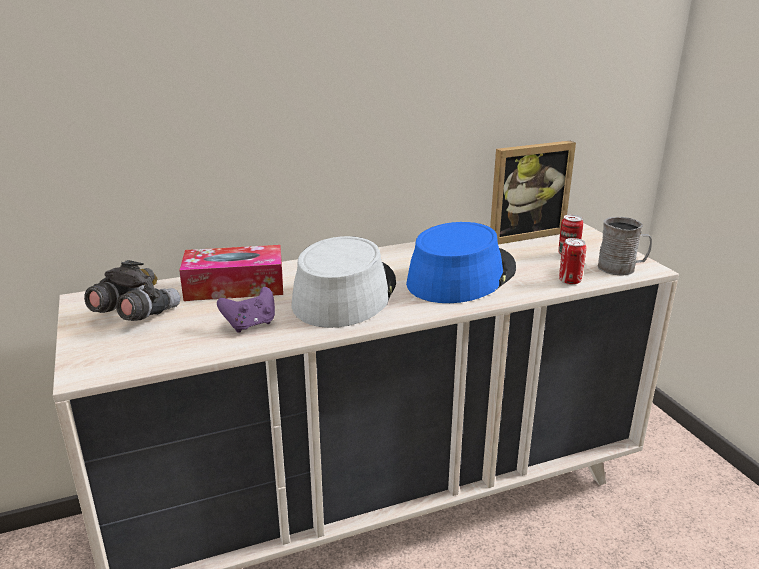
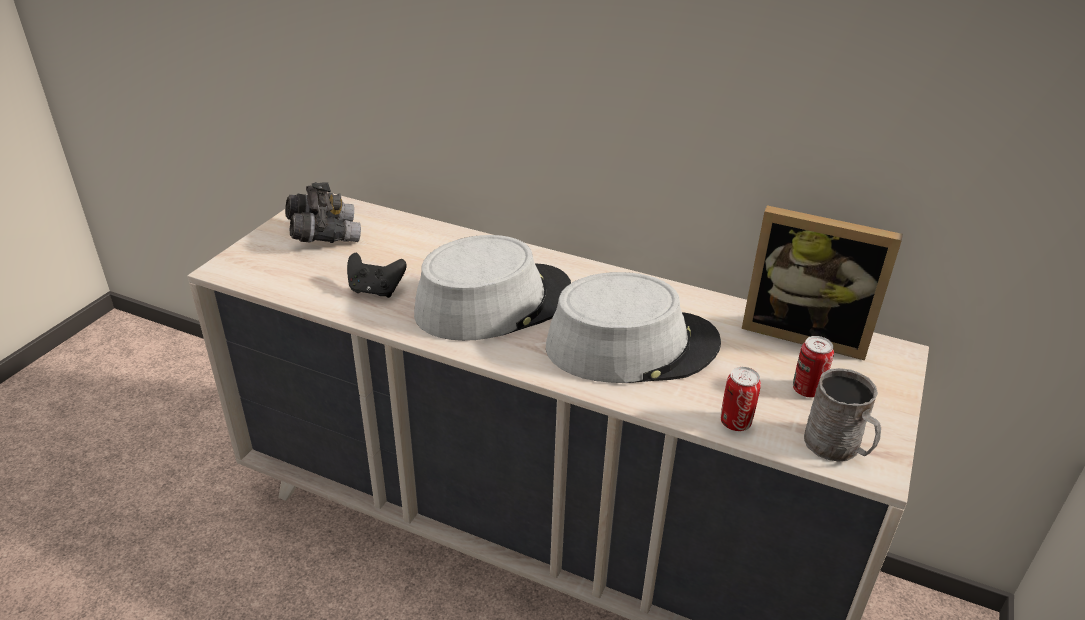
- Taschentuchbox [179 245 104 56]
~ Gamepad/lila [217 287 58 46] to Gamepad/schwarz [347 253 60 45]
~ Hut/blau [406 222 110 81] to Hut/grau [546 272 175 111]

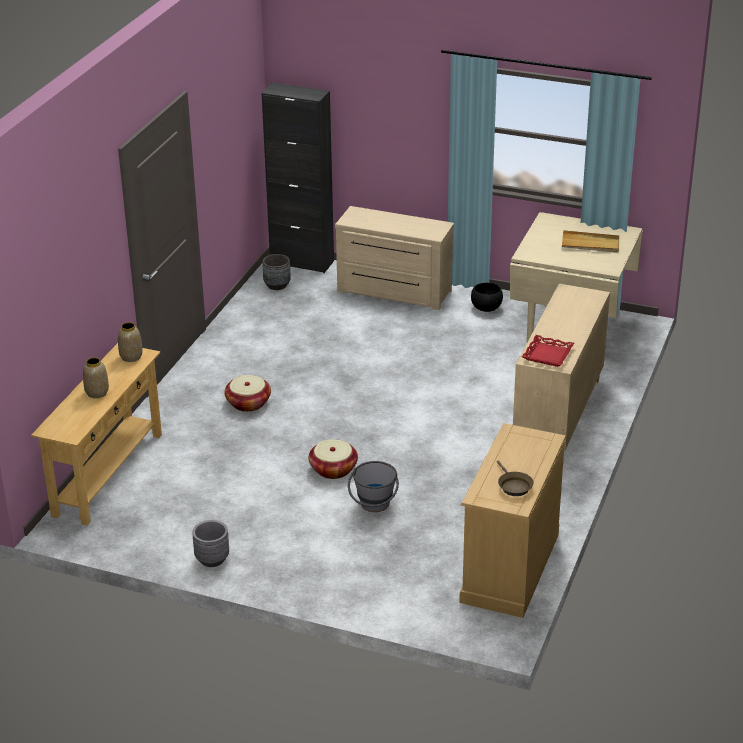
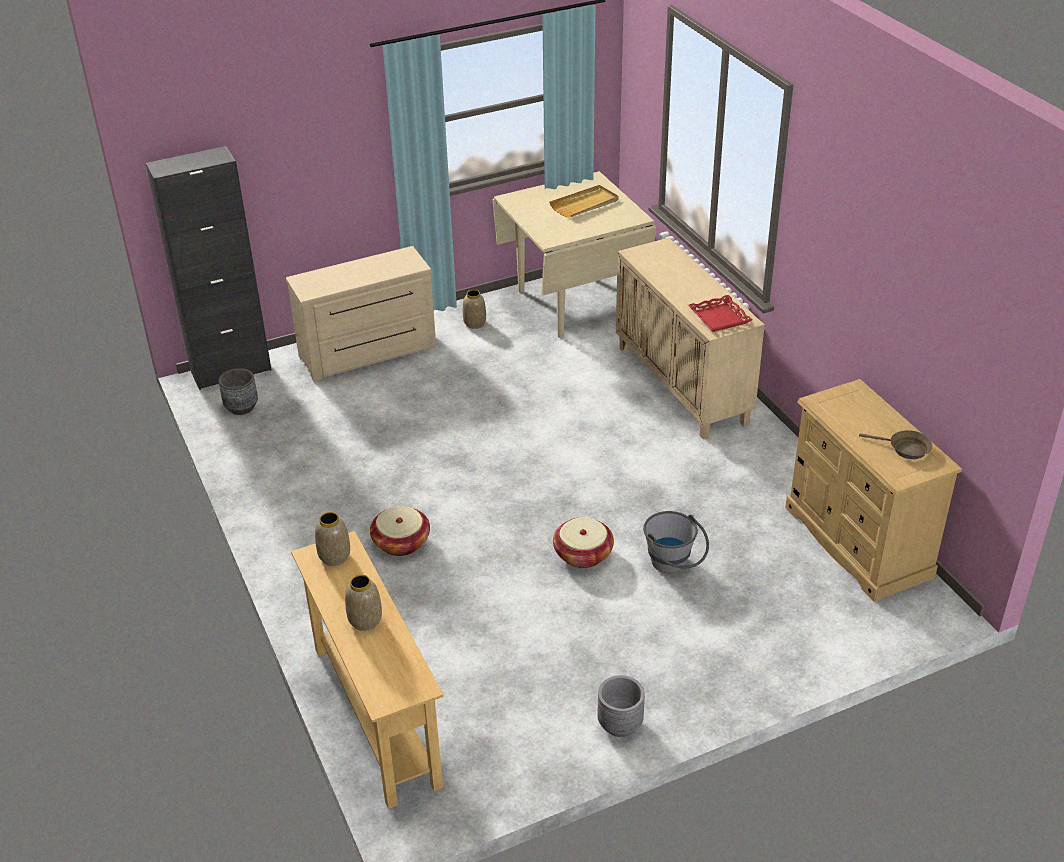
~ Schüssel/schwarz [471 283 32 29] to Vase [463 290 23 39]

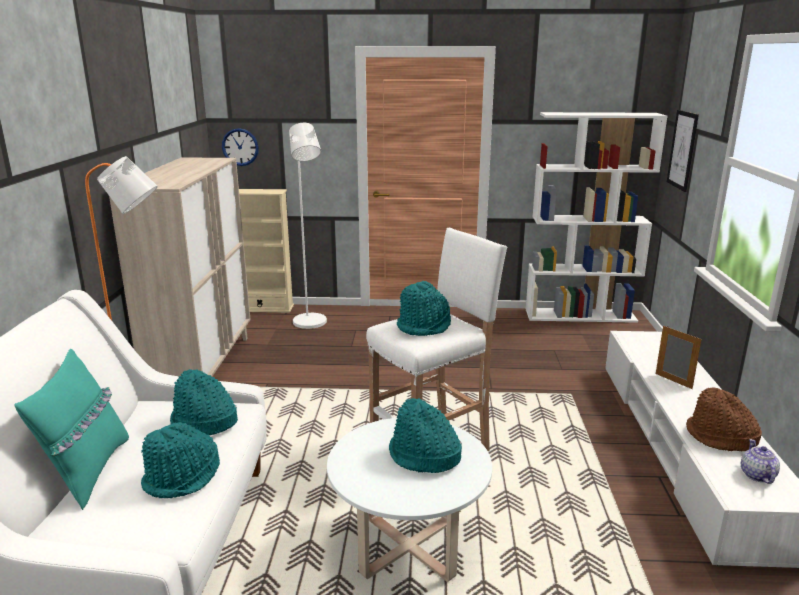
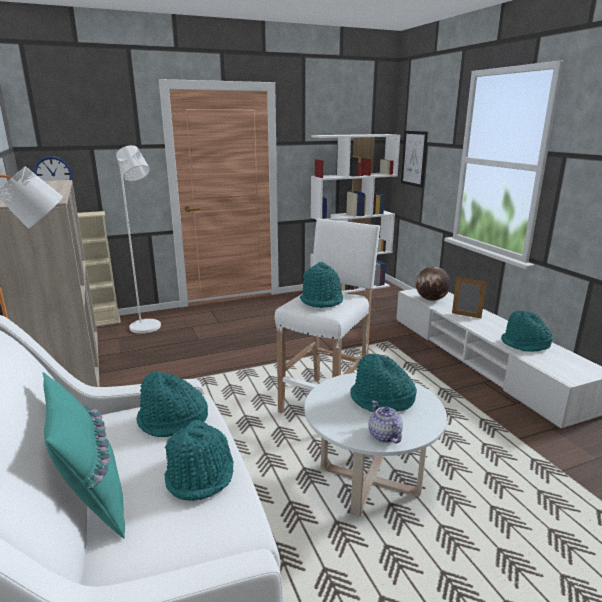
~ Hut/braun [686 387 76 64] to Hut/türkis [501 310 52 42]
~ Teekanne [741 439 39 45] to [368 401 35 42]
+ Globus [416 267 35 34]

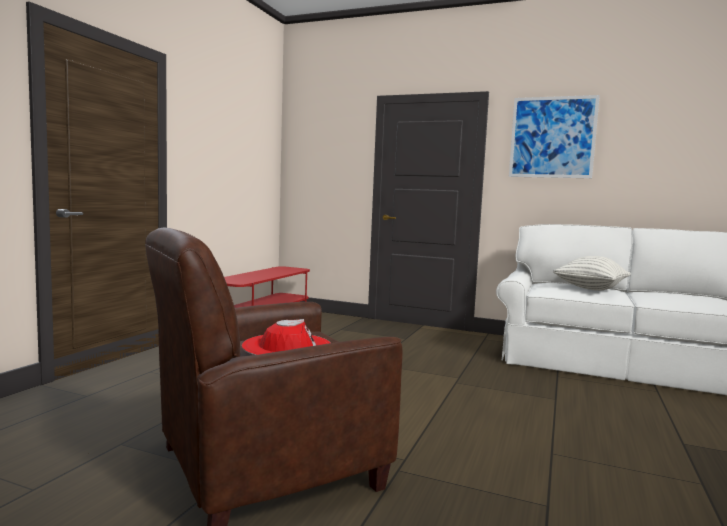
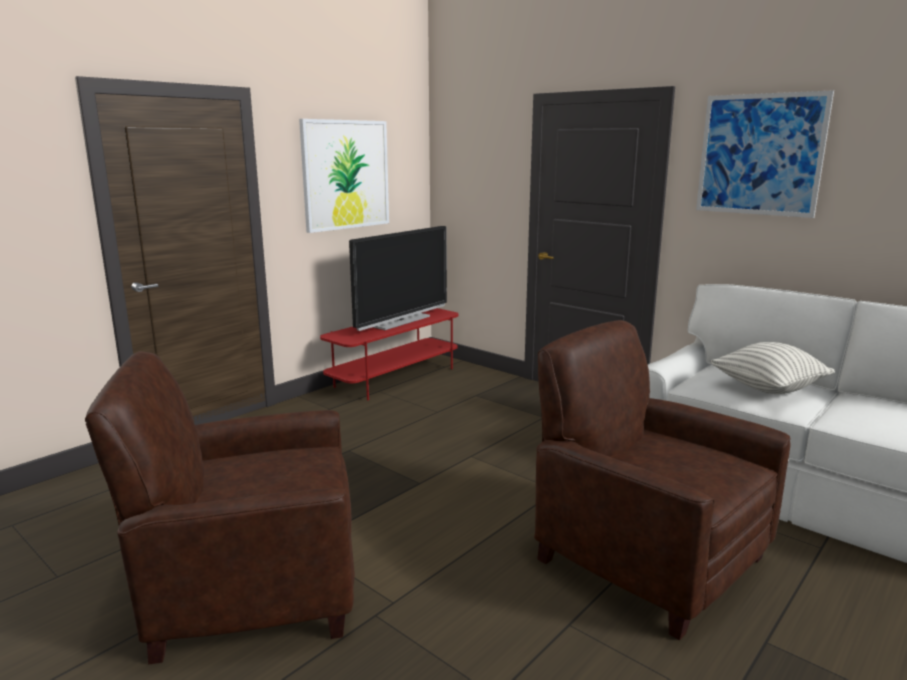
- Hut/rot [242 319 88 36]
+ Bild [299 119 90 114]
+ Fernseher [349 226 98 105]
+ Sessel/braun [534 320 256 320]

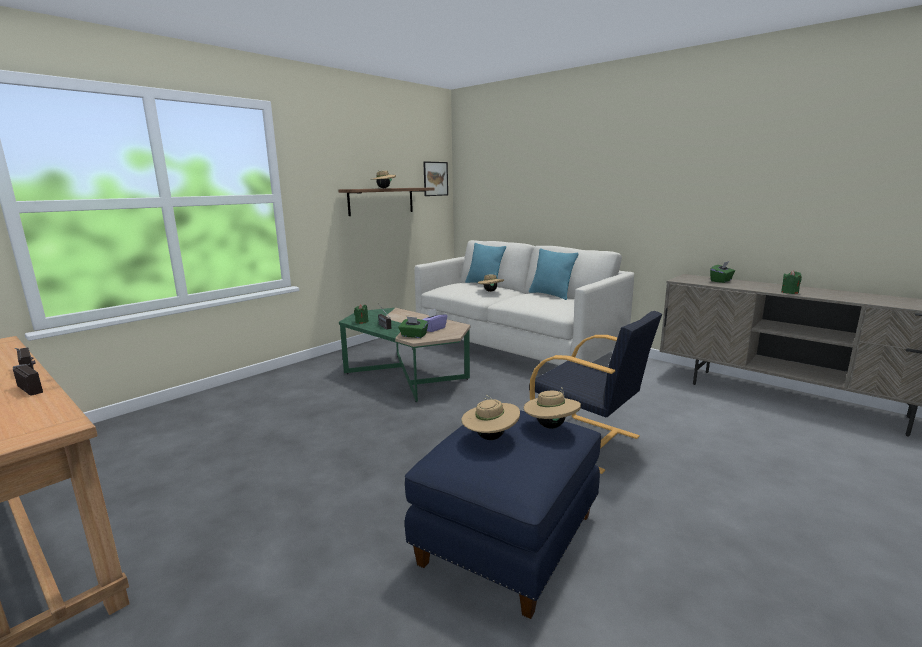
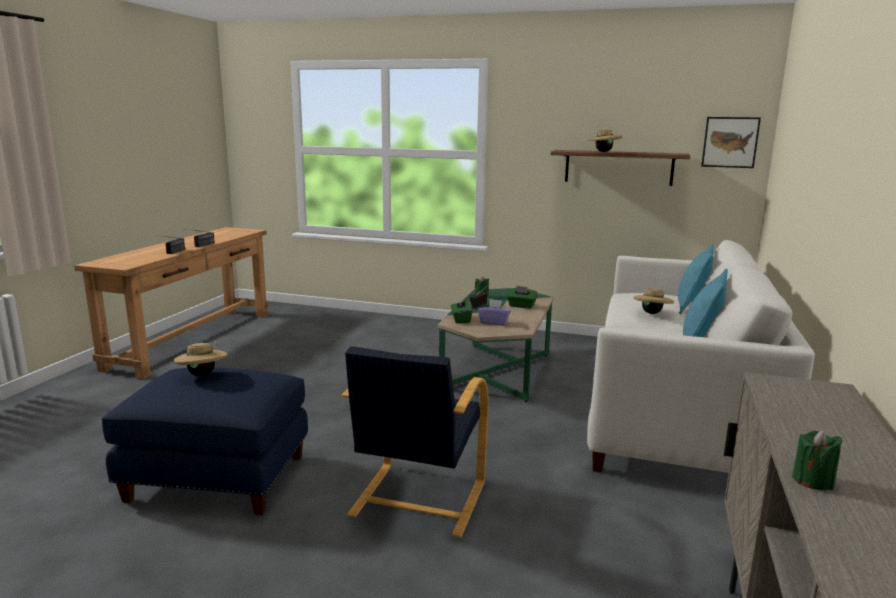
- Hut/beige [524 387 57 42]
~ Taschentuchbox/grün [710 261 25 22] to [507 286 31 23]

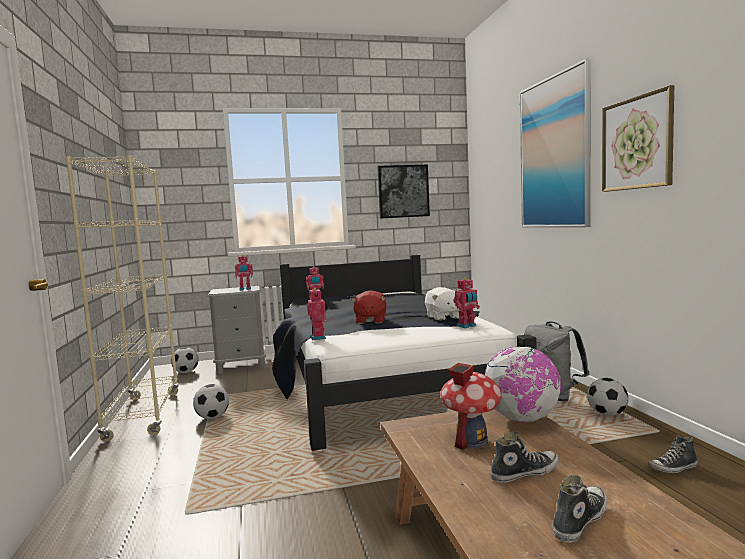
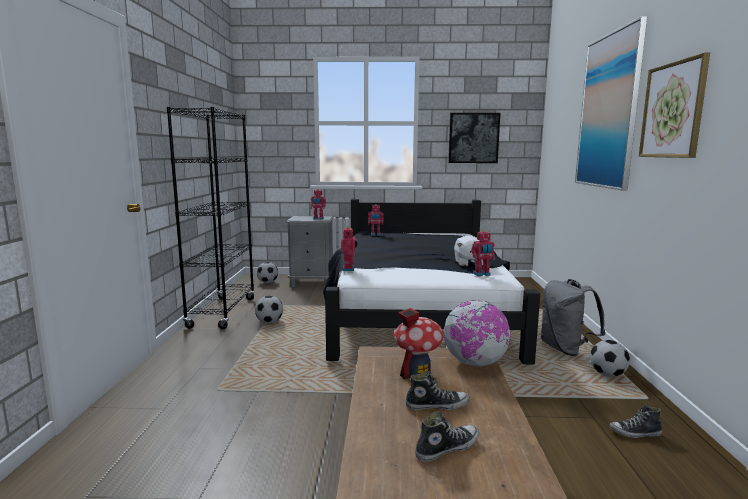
~ Bücherregal/beige [66 155 113 287] to Bücherregal/schwarz [167 107 88 222]
- Plüschtier/rot [351 290 35 34]

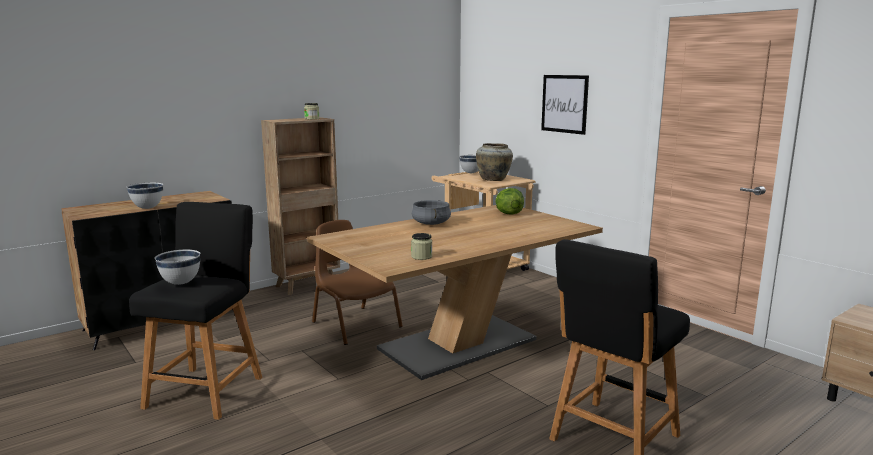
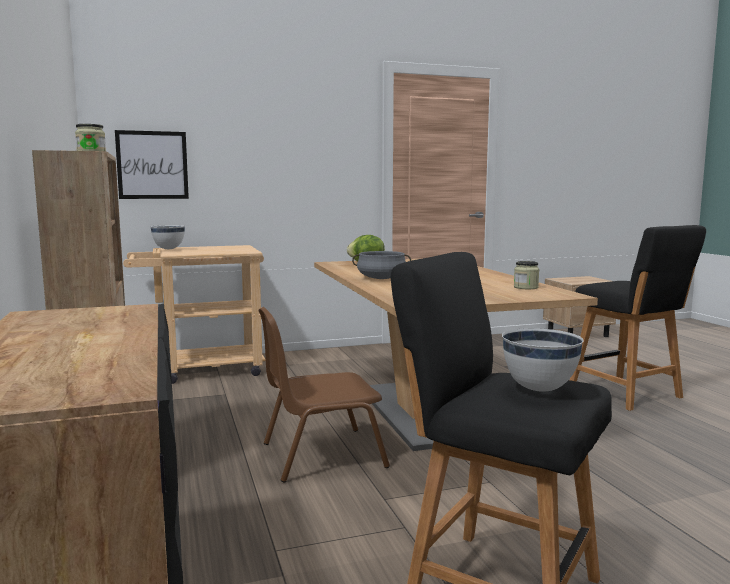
- Schüssel/weiß [127 183 36 26]
- Vase/beige [476 143 37 38]
~ Bild [541 75 48 60] to [115 130 74 69]

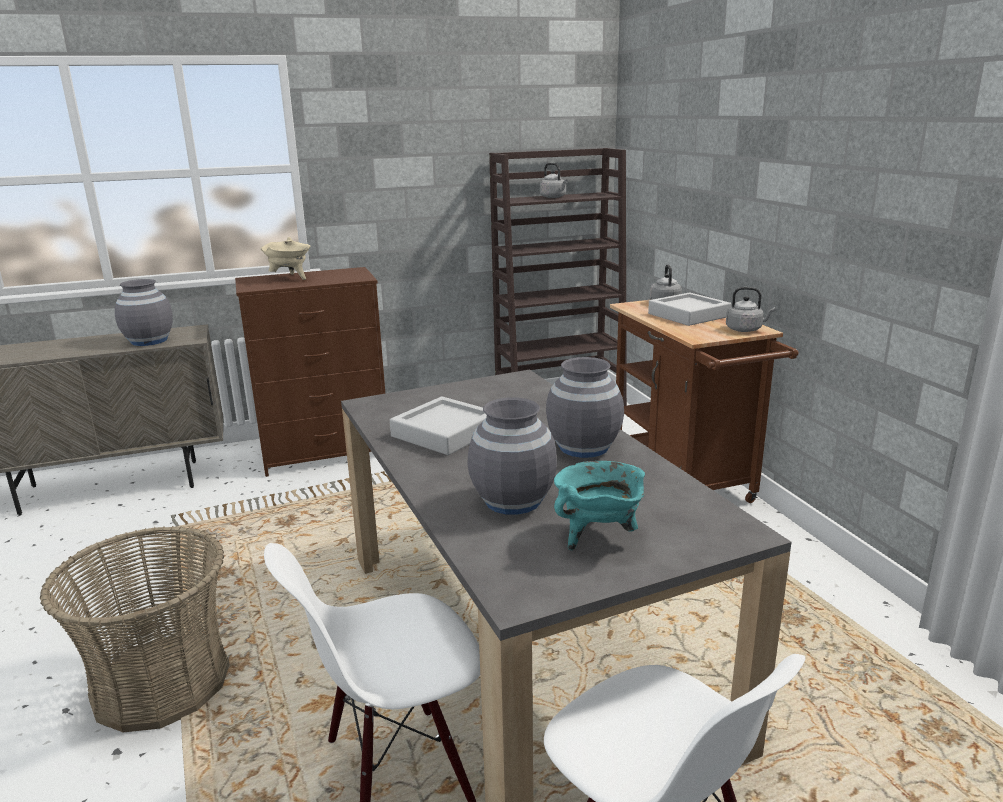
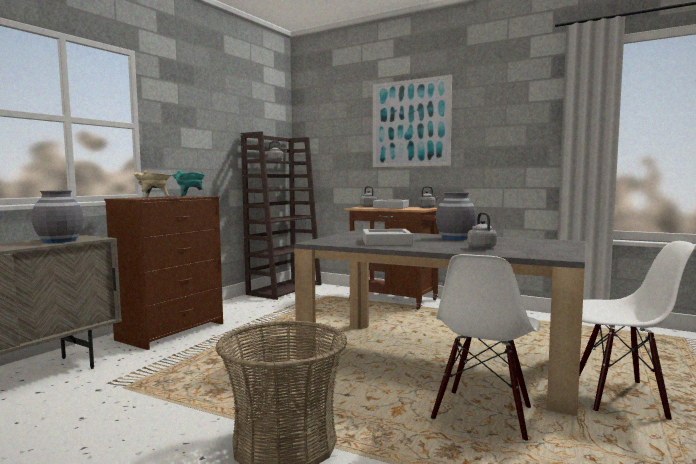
~ Vase/grau [468 397 89 118] to Wasserkessel/grau [467 212 30 37]
~ Kochtopf/türkis [554 461 91 89] to [172 170 33 26]
+ Bild [373 75 79 92]

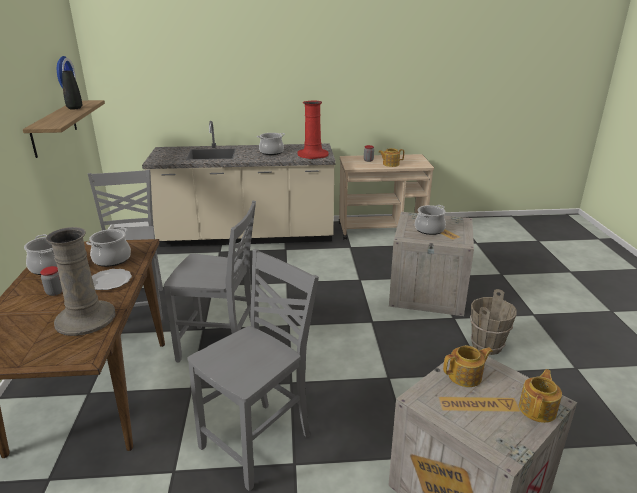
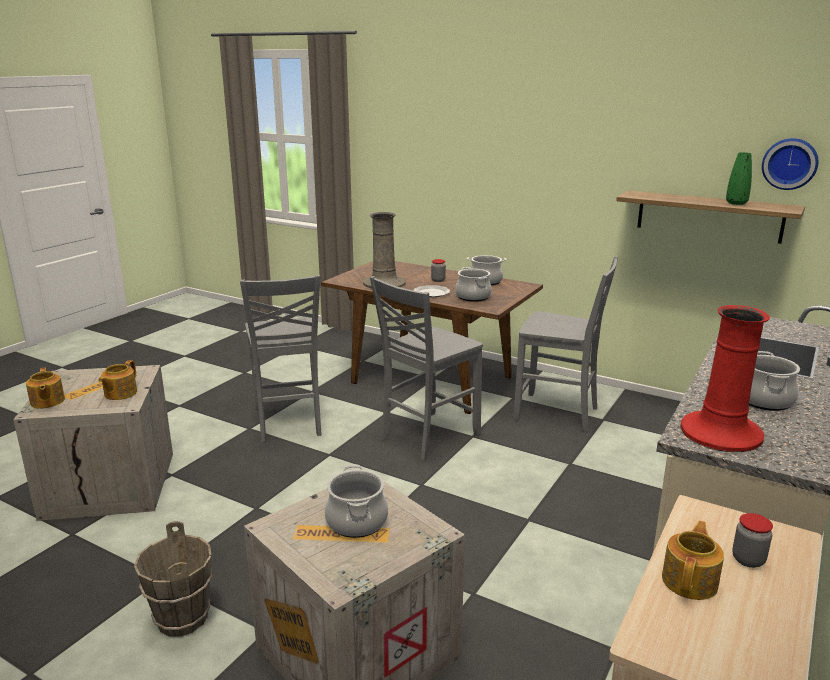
~ Vase/schwarz [62 71 20 38] to Vase/grün [726 152 26 53]

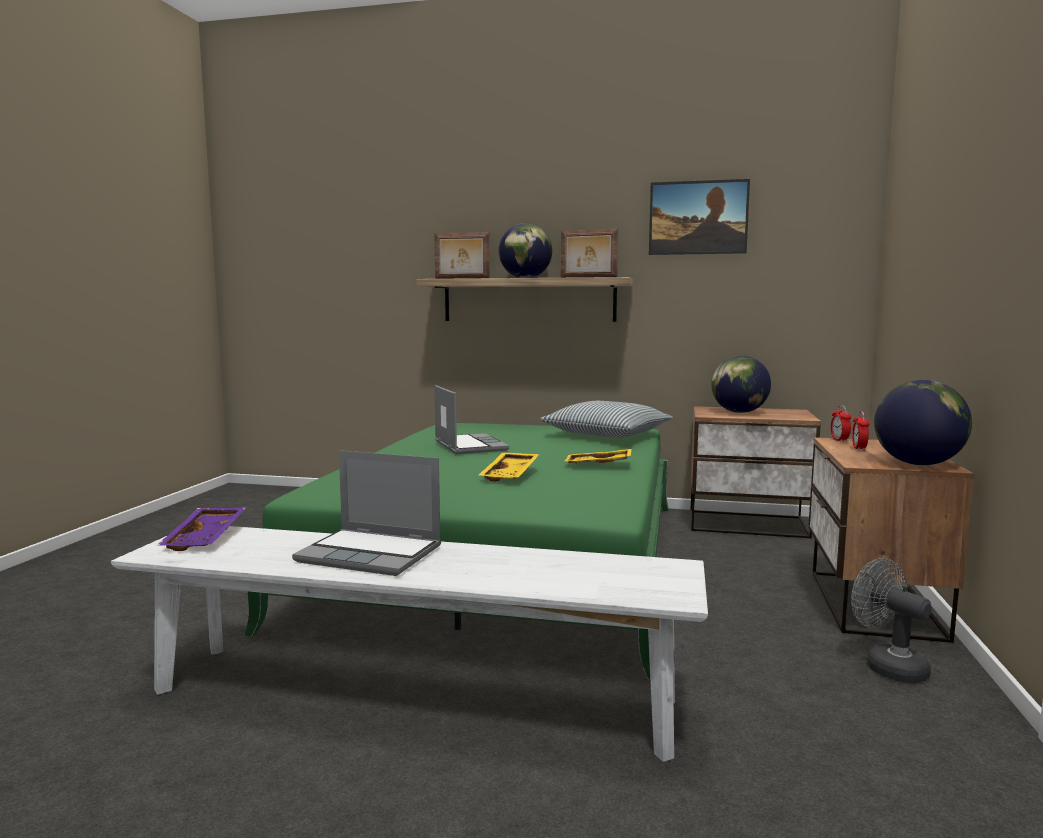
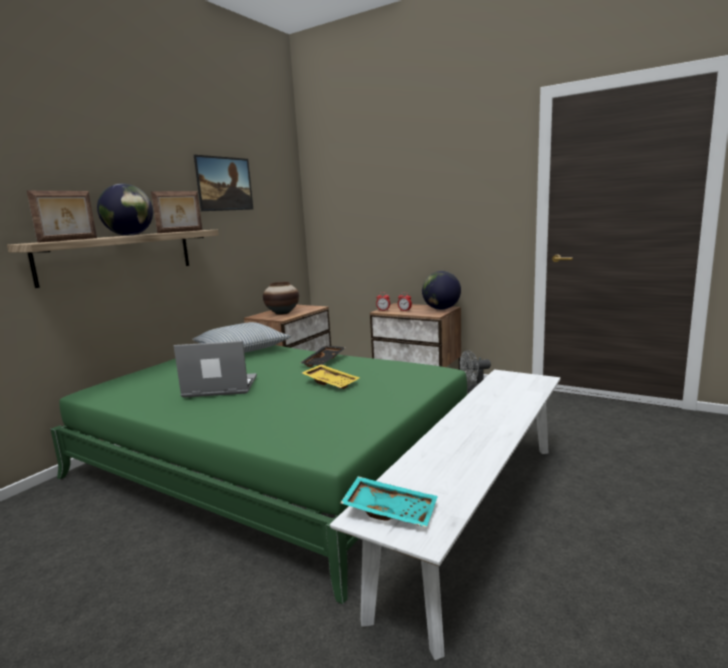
~ Tablett/lila [157 507 89 44] to Tablett/türkis [340 476 98 52]
- Laptop [292 450 149 126]
~ Tablett/gelb [565 449 67 15] to Tablett/schwarz [300 346 46 21]
~ Globus [711 356 60 57] to Vase [263 282 36 33]

